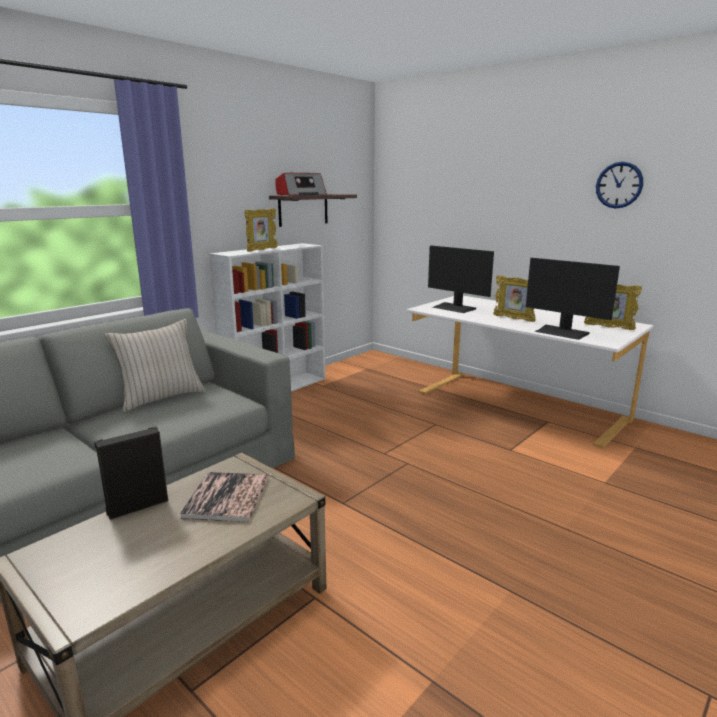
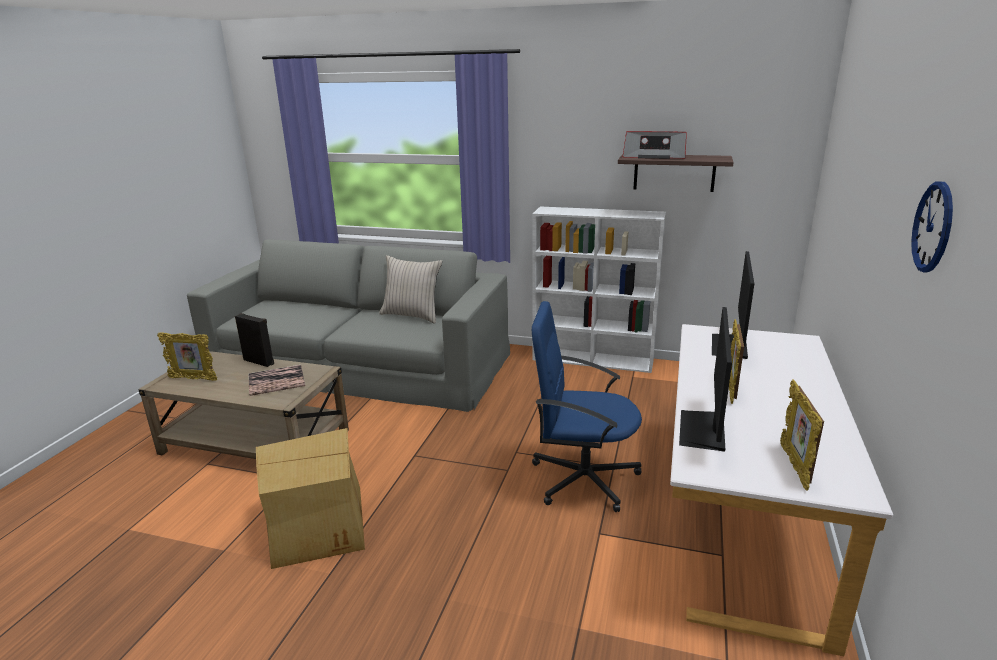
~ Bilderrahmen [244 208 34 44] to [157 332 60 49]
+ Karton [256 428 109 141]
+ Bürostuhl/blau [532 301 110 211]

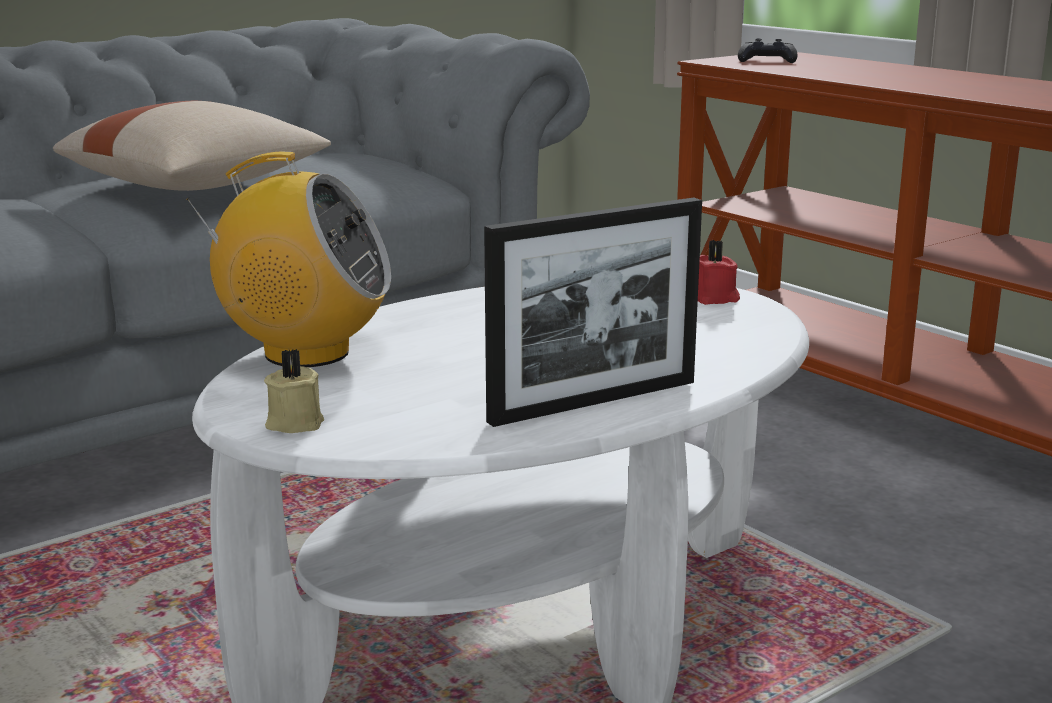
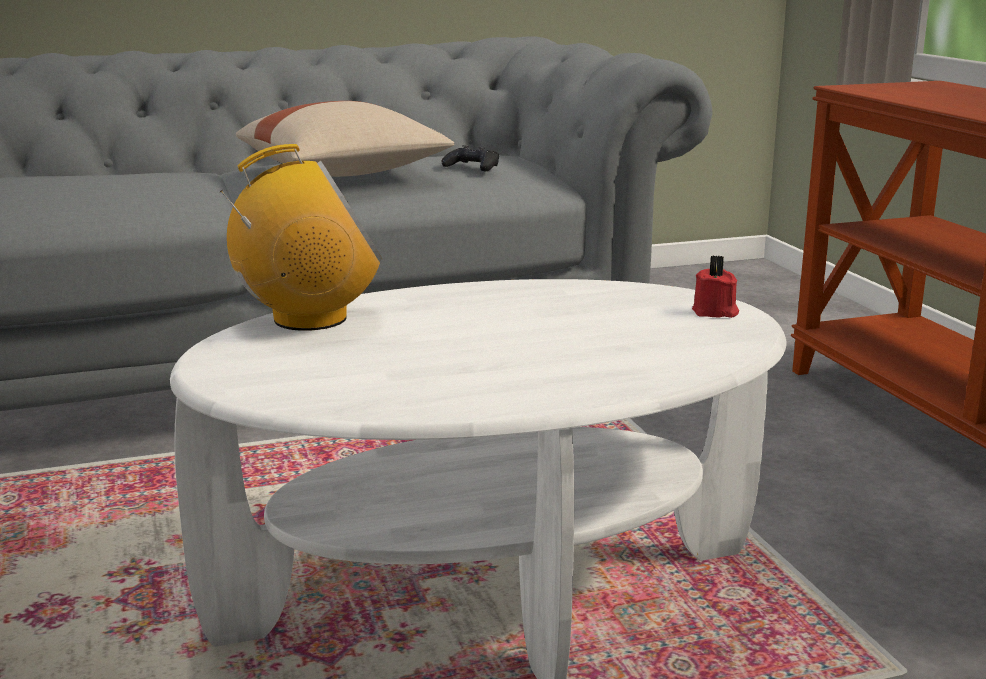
~ Radio [186 151 205 216] = [220 144 162 187] 45 degrees counterclockwise
- Kerze/beige [264 349 60 84]
- Bilderrahmen [484 197 218 230]
~ Gamepad/schwarz [738 39 59 24] to [441 145 58 26]

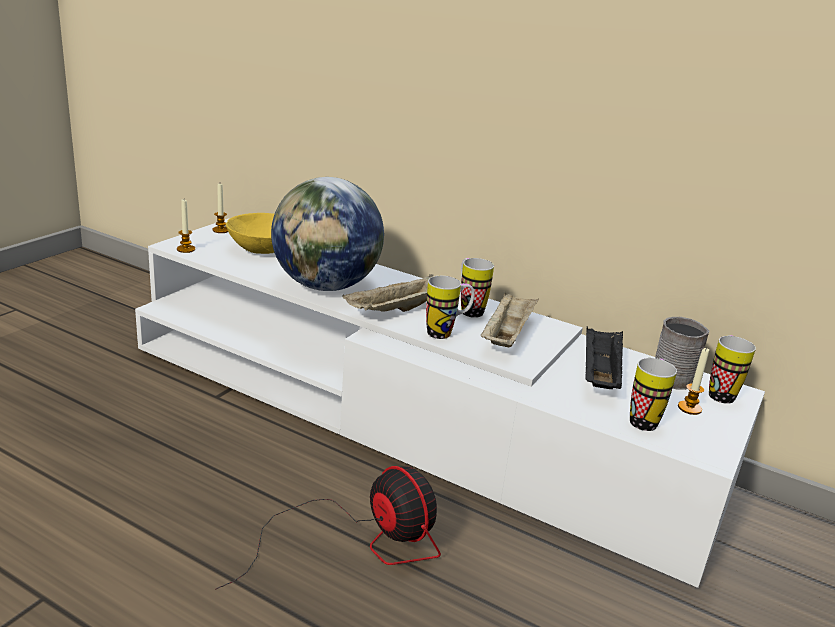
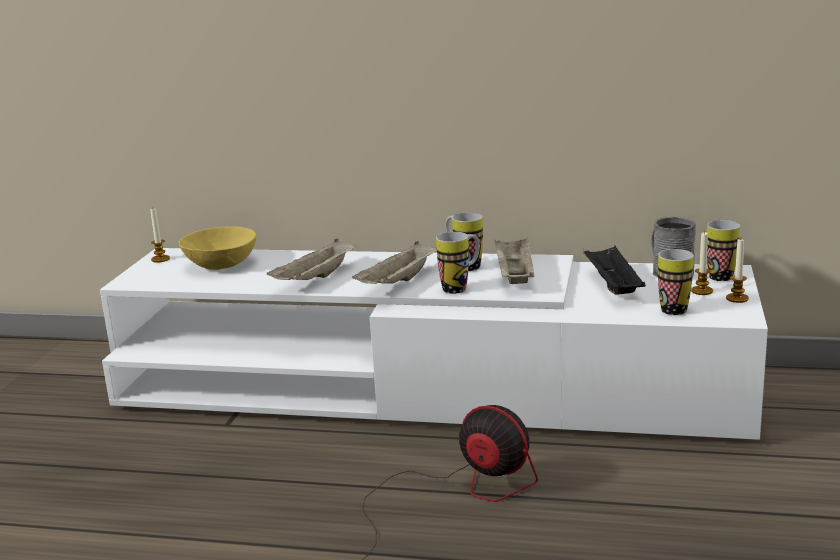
~ Kerze [177 200 18 53] to [726 239 23 64]
~ Globus [271 177 113 114] to Tablett/beige [267 239 89 41]

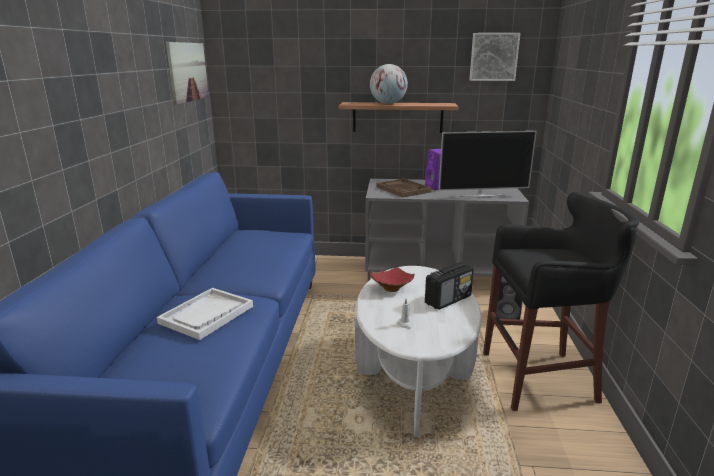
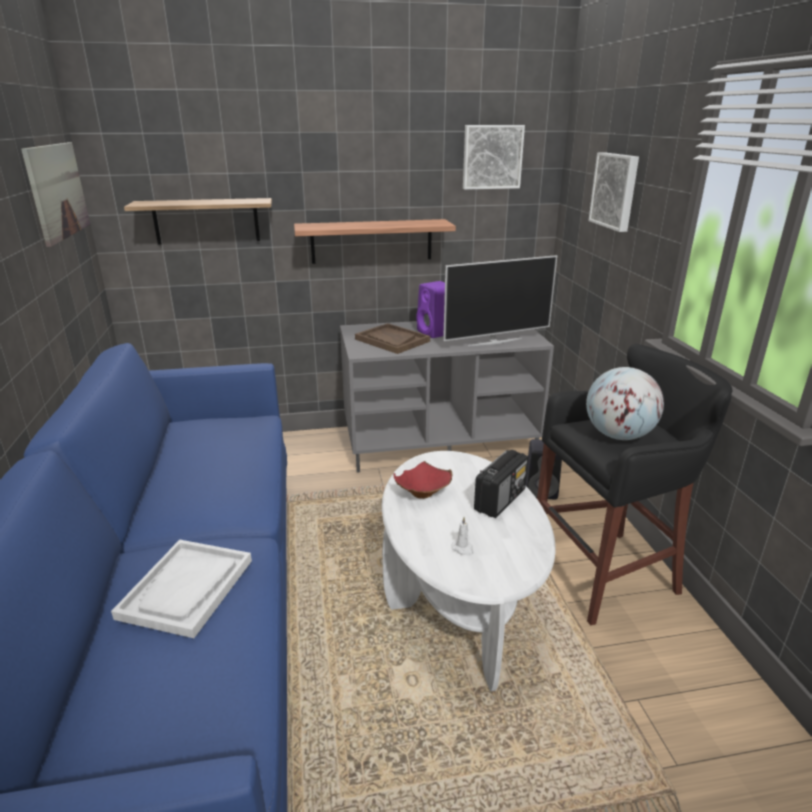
~ Globus [370 64 38 40] to [586 367 78 73]
+ Wandregal [124 198 148 46]
+ Bild [588 152 51 80]

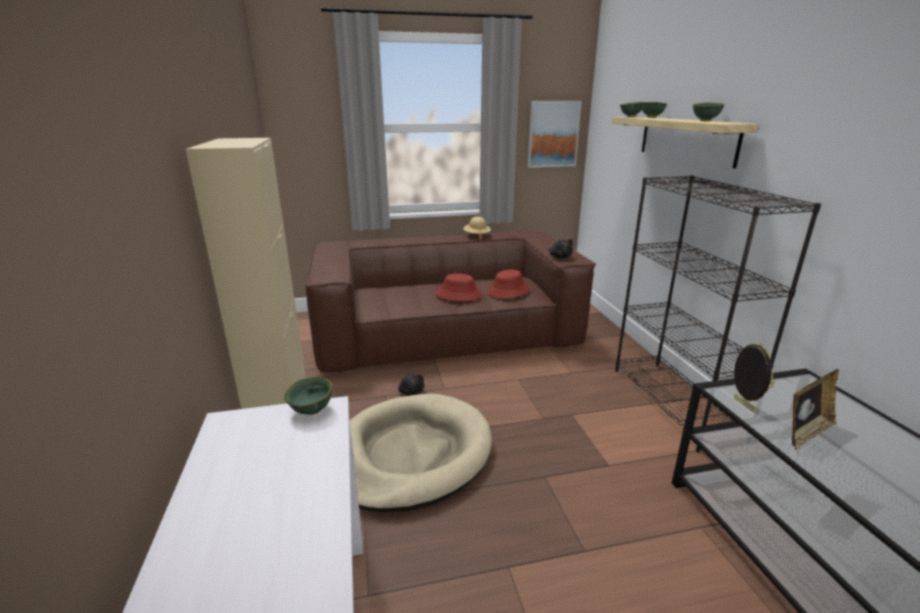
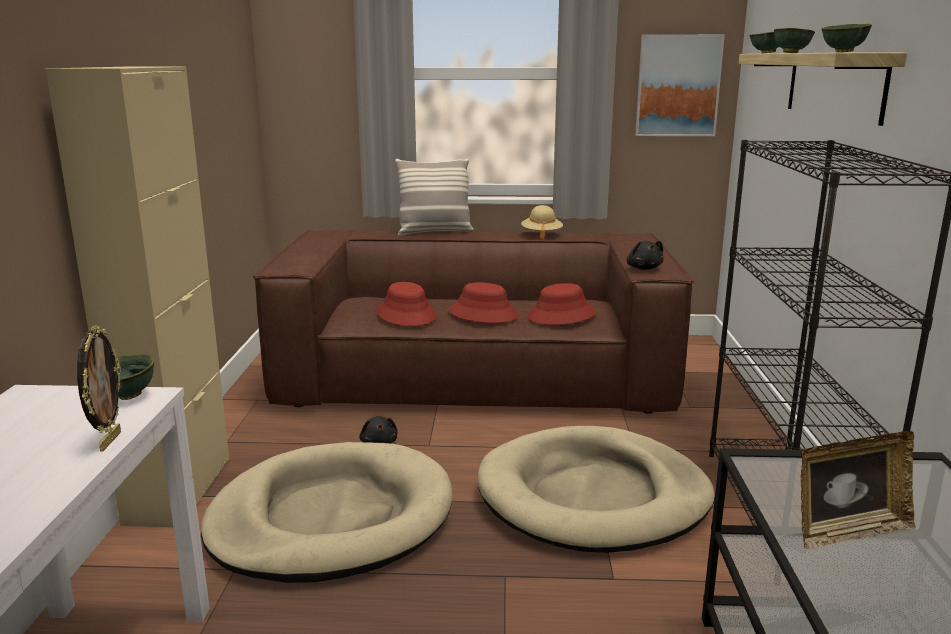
~ Bilderrahmen [734 342 41 70] to [77 325 44 126]
+ Hut/rot [377 282 60 44]
+ Kissen [395 158 79 78]
+ Hundebett/beige [477 426 238 127]

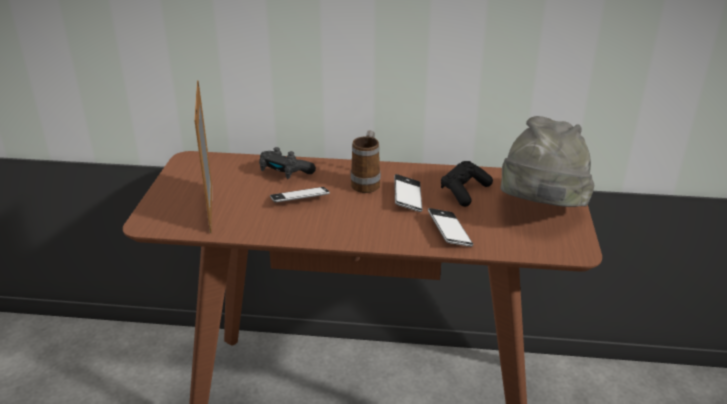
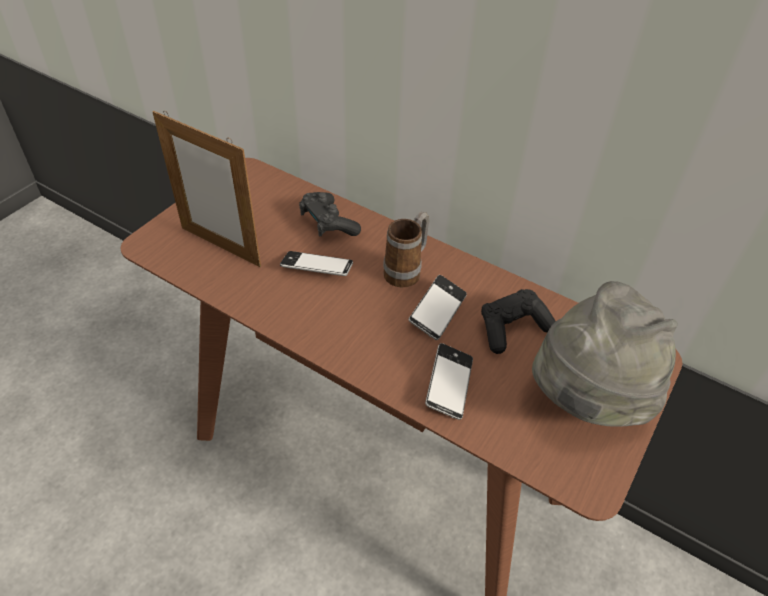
~ Bilderrahmen [194 80 18 153] = [152 111 109 156] 75 degrees counterclockwise

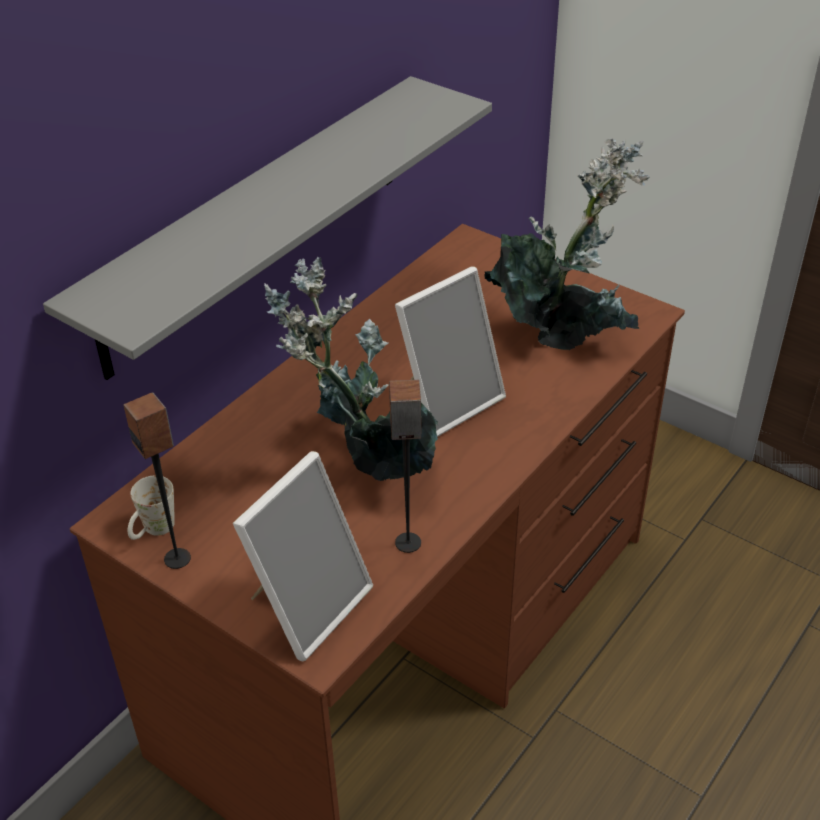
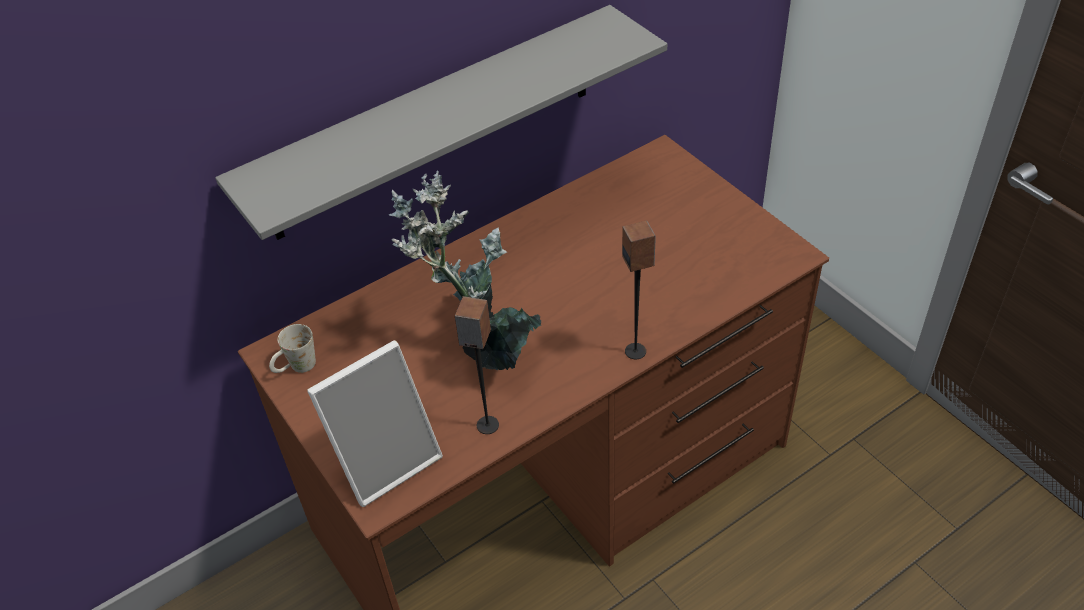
~ Lautsprecher [124 392 67 177] to [622 221 34 138]
- Bilderrahmen [395 266 111 171]
- Topfpflanze [484 138 166 212]

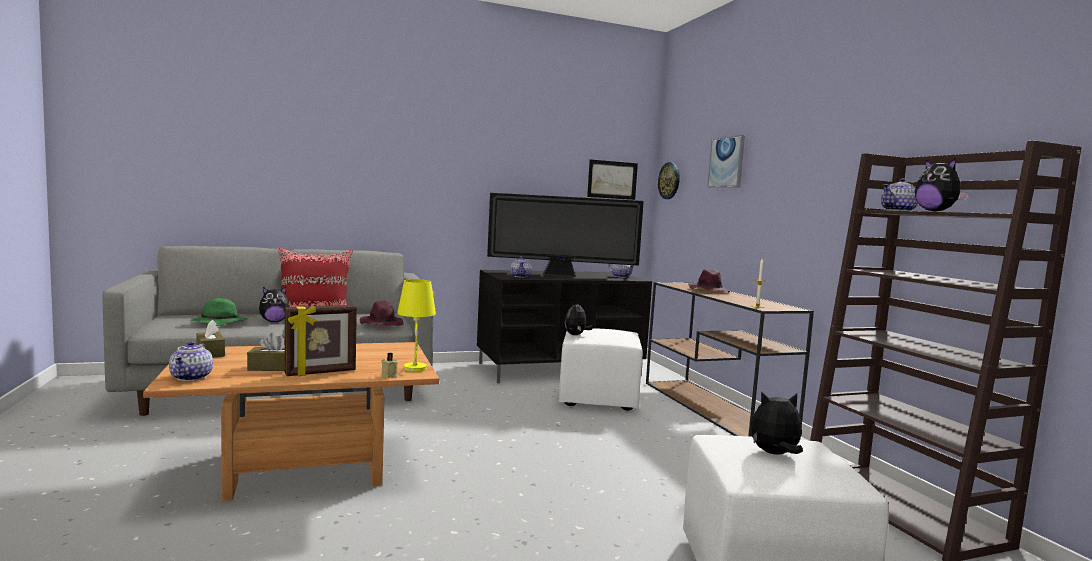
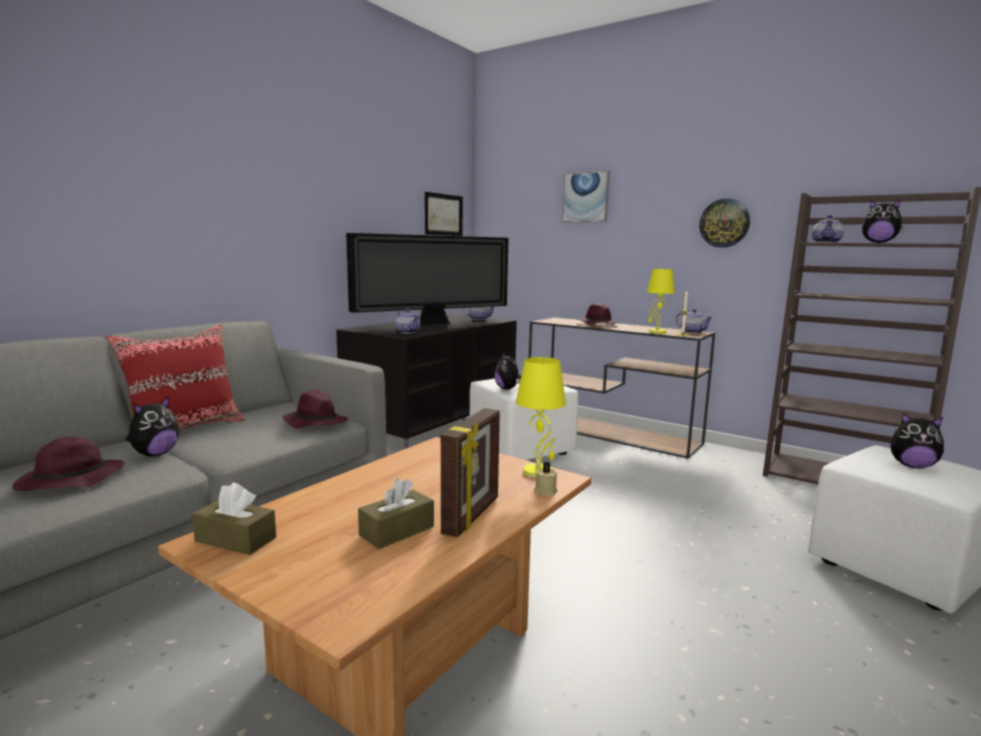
~ Teekanne [169 341 44 40] to [676 309 36 24]
~ Hut/grün [191 298 58 28] to Hut/lila [12 437 112 54]
~ Wanduhr [658 162 22 37] to [699 199 51 49]
~ Plüschtier [751 391 52 64] = [891 412 53 57] 120 degrees counterclockwise
+ Tischlampe/gelb [647 269 28 65]

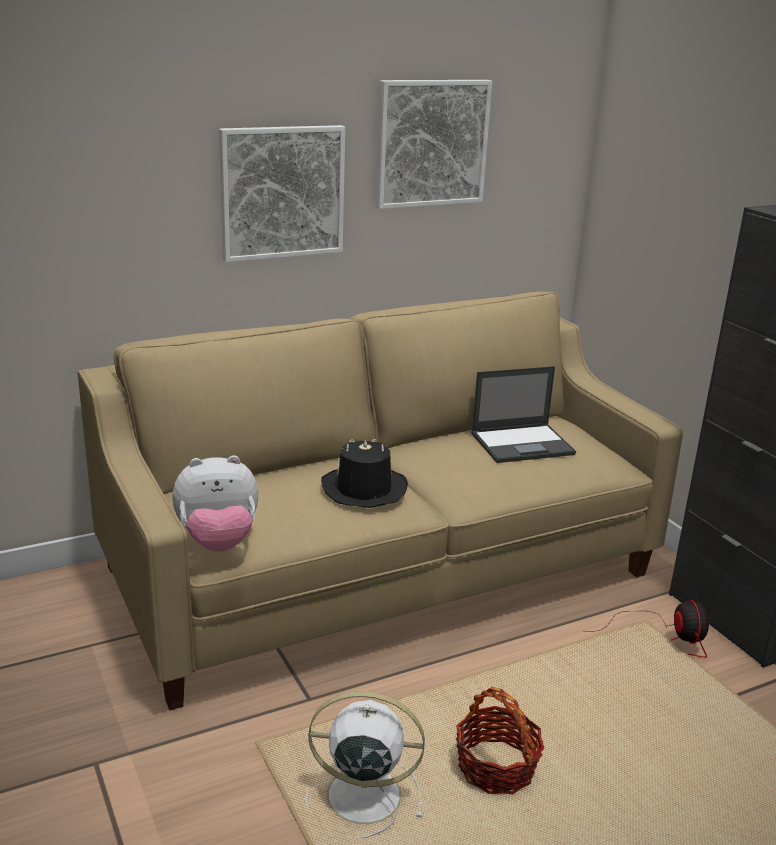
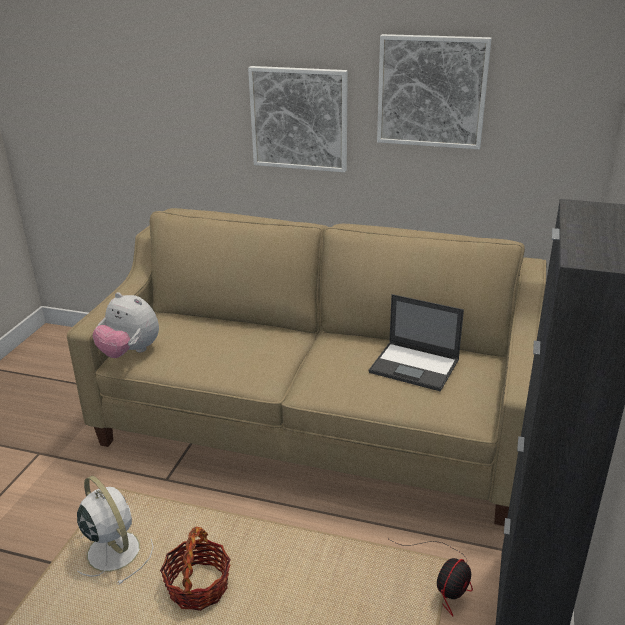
- Hut/schwarz [321 439 87 69]

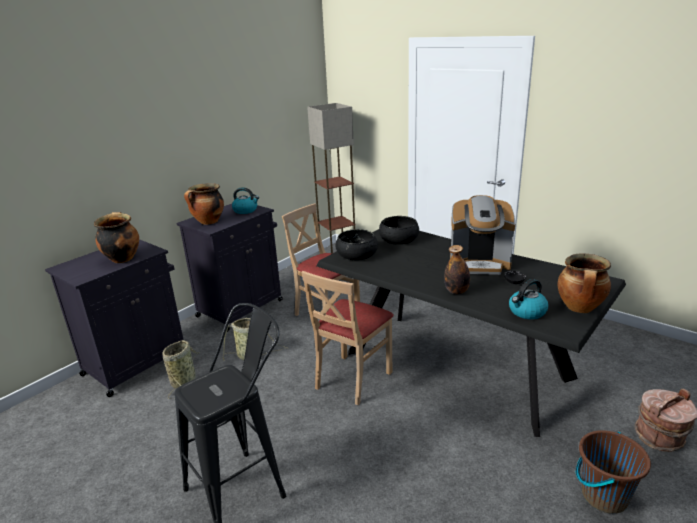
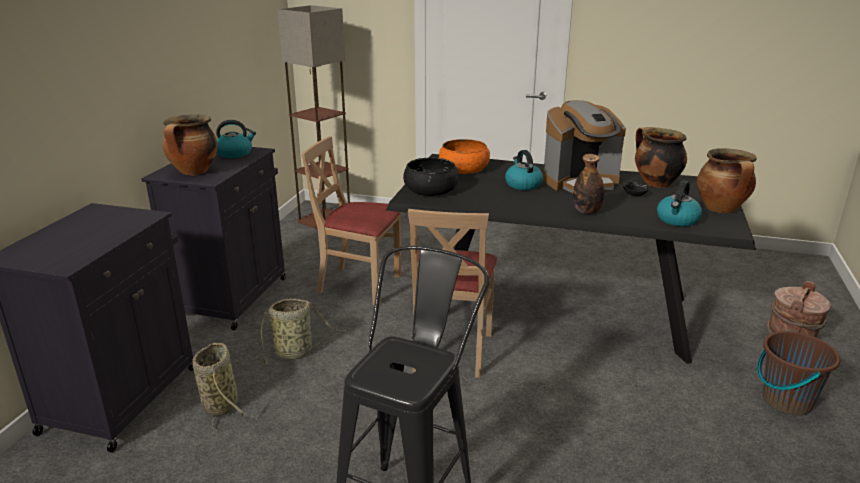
~ Kochtopf [94 212 45 51] to [635 127 52 61]
~ Schüssel/schwarz [379 216 40 28] to Schüssel/orange [439 139 51 35]
+ Wasserkessel [505 150 38 40]

